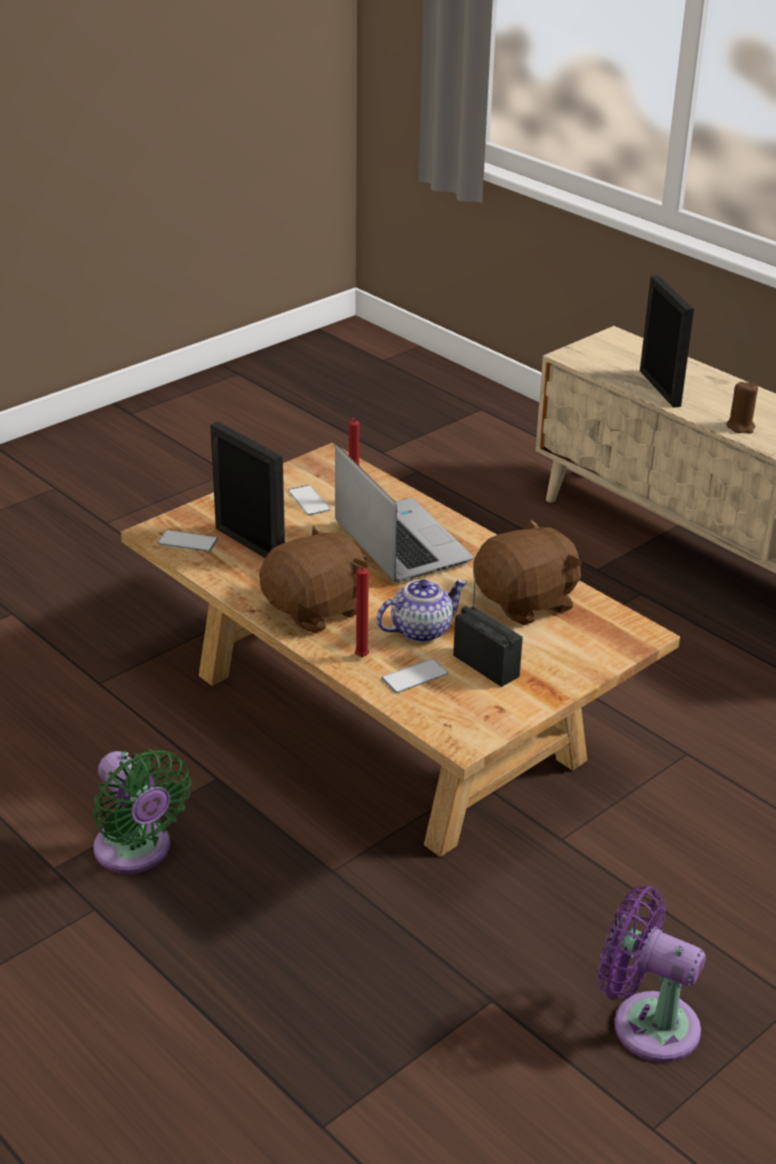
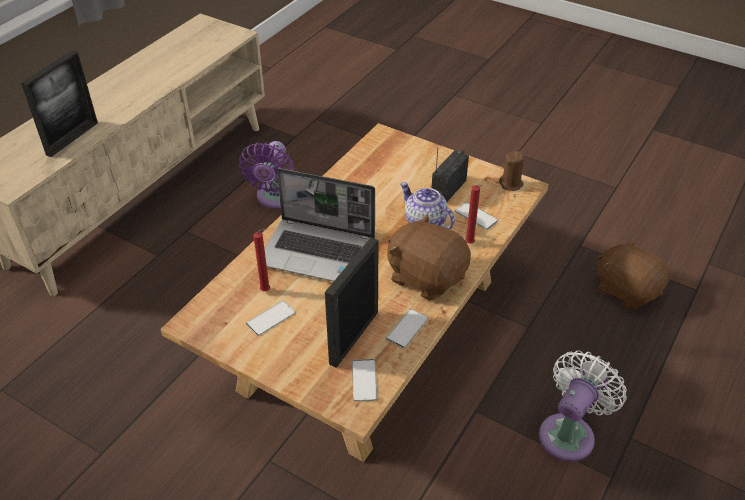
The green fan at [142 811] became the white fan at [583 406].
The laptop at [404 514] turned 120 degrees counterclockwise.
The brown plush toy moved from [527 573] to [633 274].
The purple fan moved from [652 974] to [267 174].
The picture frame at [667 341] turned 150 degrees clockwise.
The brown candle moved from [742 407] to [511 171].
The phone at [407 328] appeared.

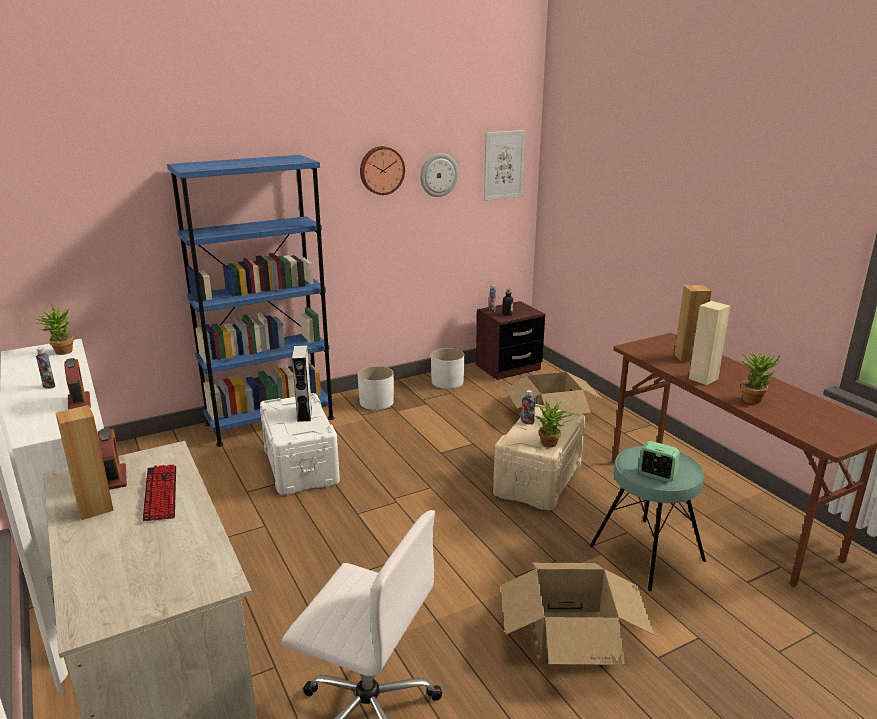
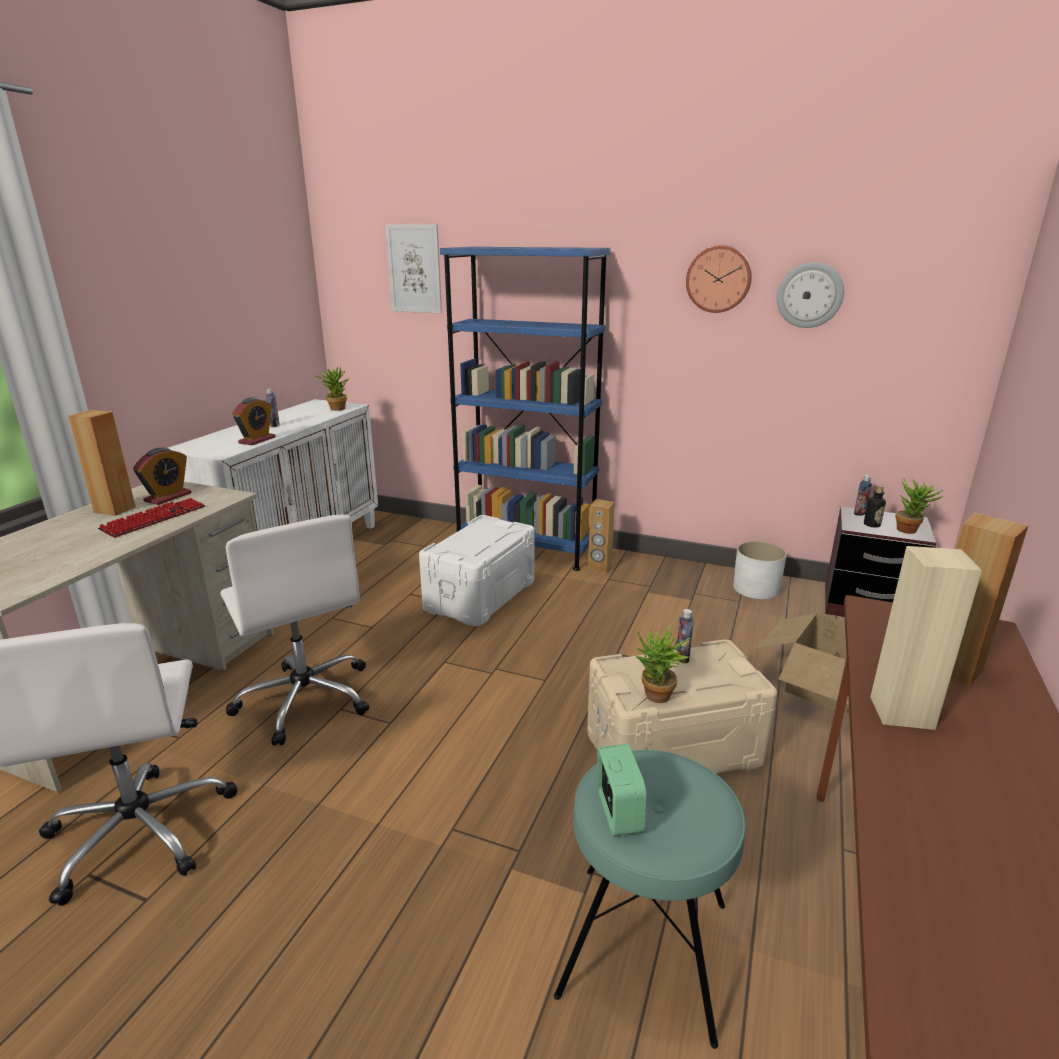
The grey speaker at [302 383] disappeared.
The white planter at [376 388] disappeared.
The picture moved from [504 165] to [414 268].
The cardboard box at [578 614] disappeared.
The potted plant moved from [759 378] to [919 506].
The white office chair at [294 630] appeared.
The brown speaker at [601 536] appeared.

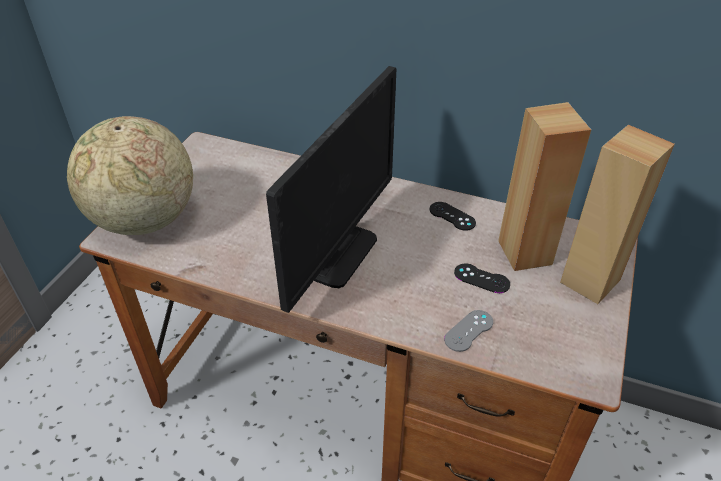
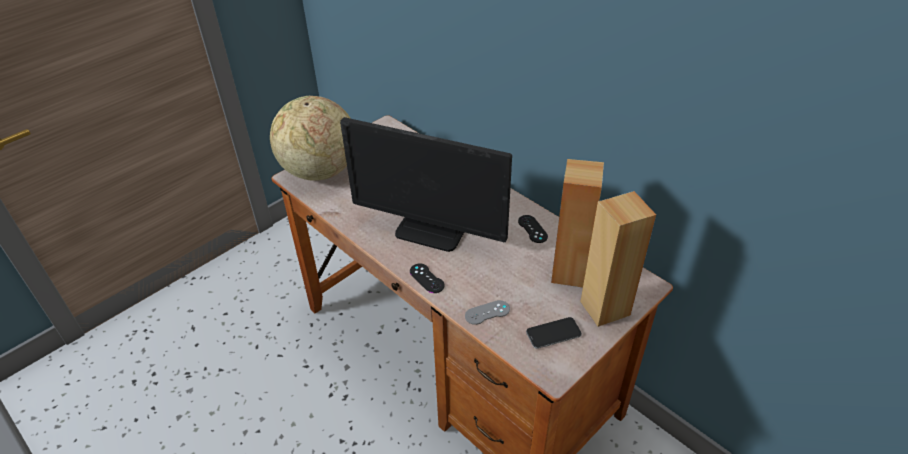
The monitor at [331 189] turned 60 degrees clockwise.
The black game controller moved from [482 278] to [427 278].
The phone at [554 333] appeared.

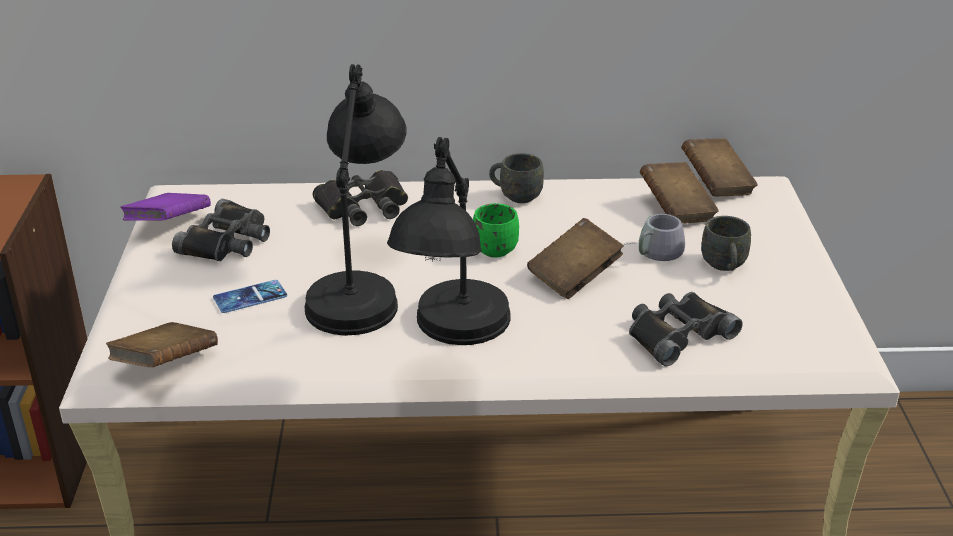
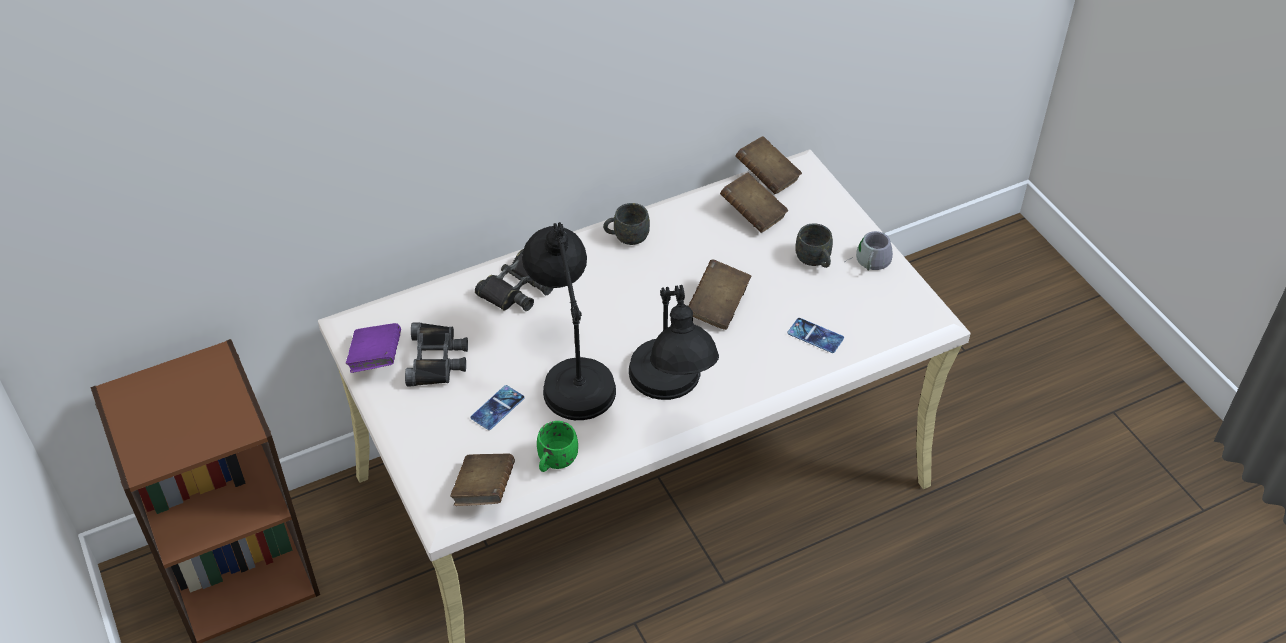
The green mug moved from [496 230] to [557 446].
The grey mug moved from [653 237] to [869 251].
The black binoculars at [685 329] was replaced by the phone at [816 335].

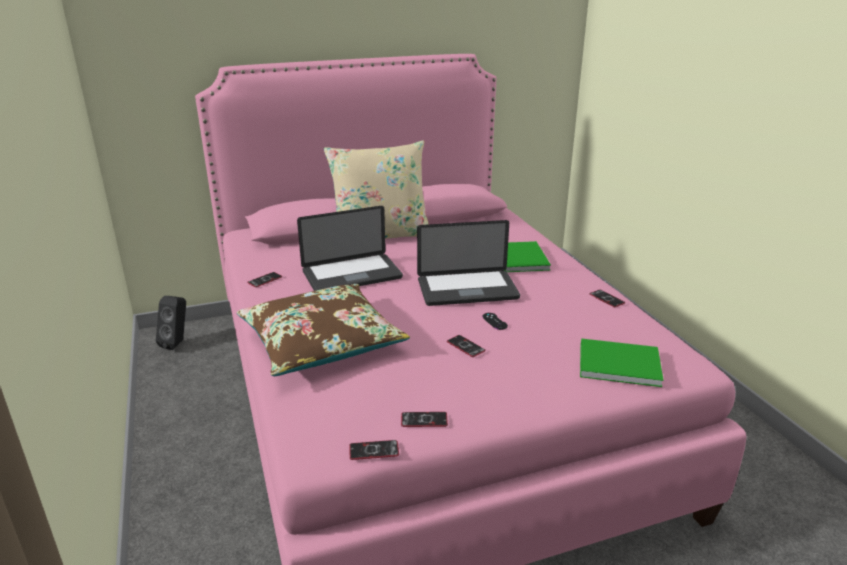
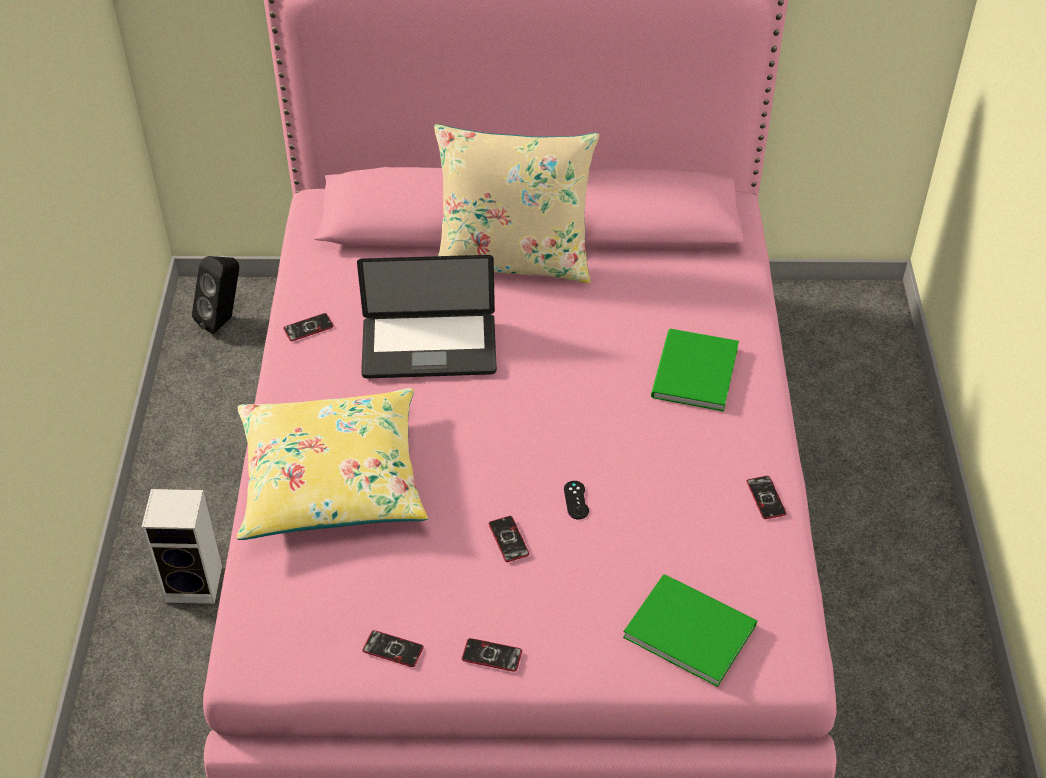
The brown pillow at [323 330] became the yellow pillow at [332 464].
The phone moved from [374 450] to [492 655].
The laptop at [468 263] disappeared.
The speaker at [181 546] appeared.

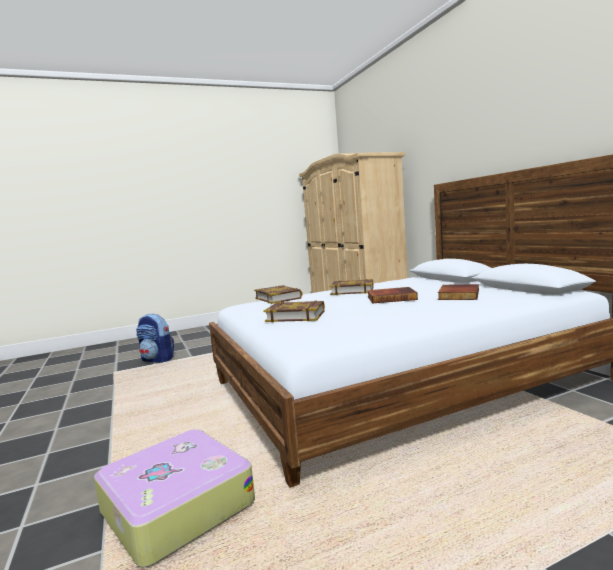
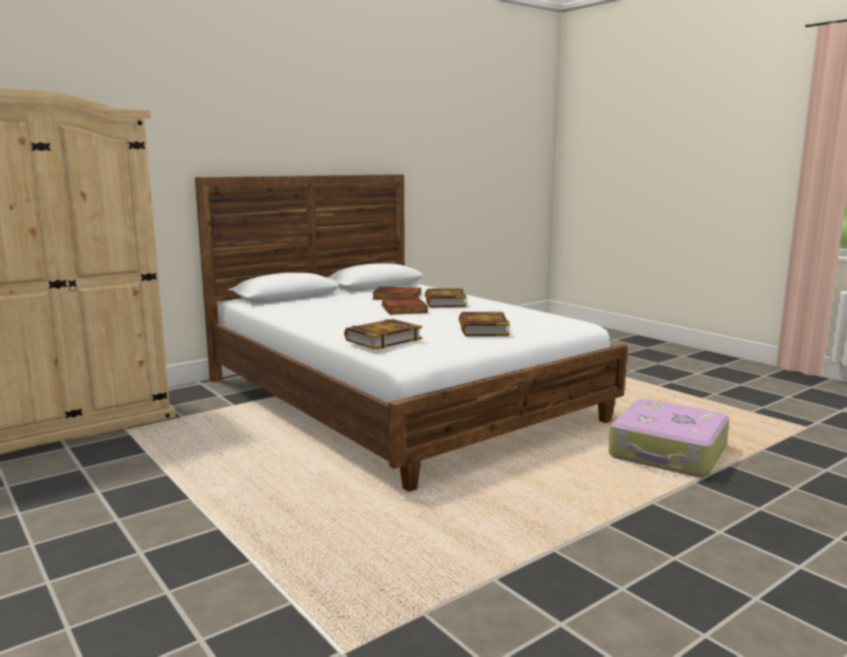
The backpack at [155 338] disappeared.
The book moved from [351 287] to [445 297].

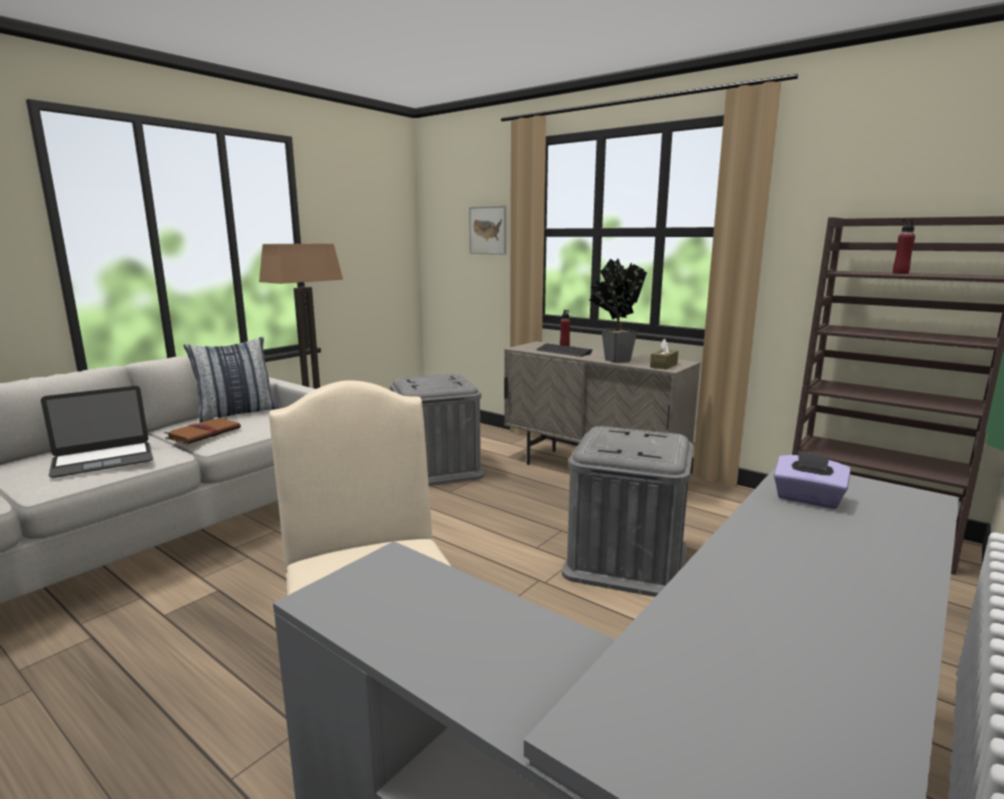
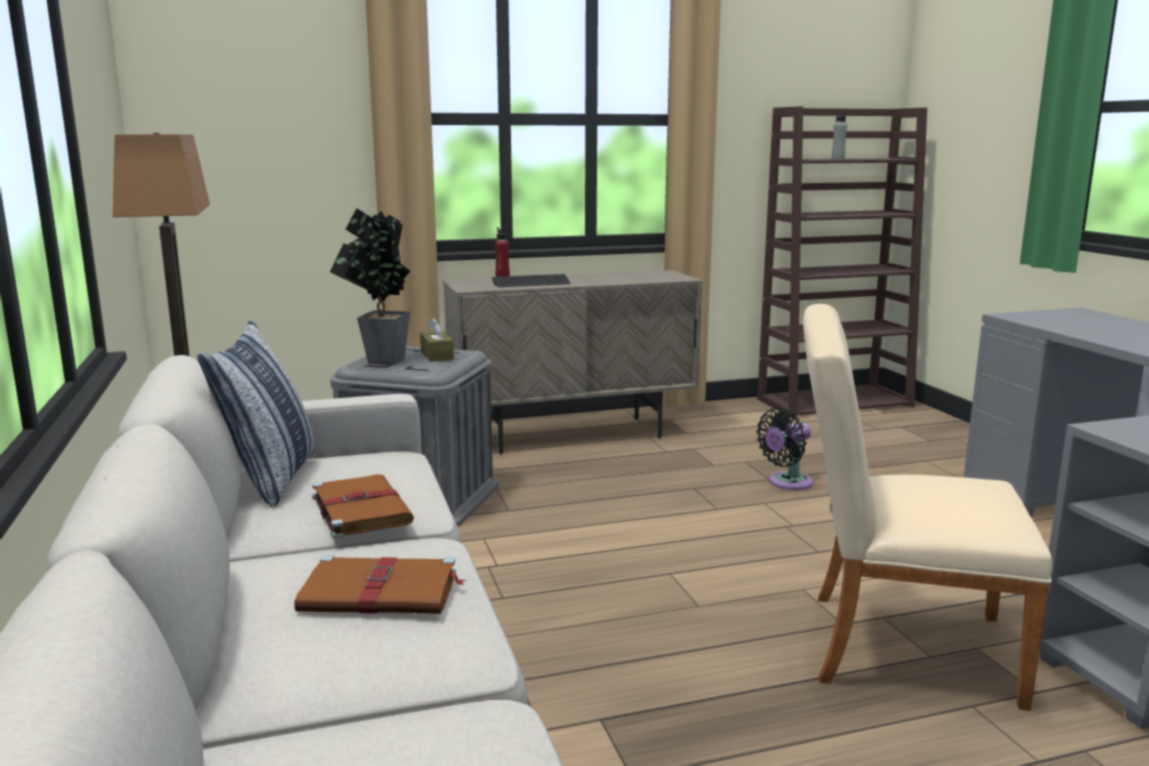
The laptop at [97 432] was replaced by the brown book at [380 584].
The picture at [487 229] disappeared.
The grey storage box at [627 511] was replaced by the black fan at [784 449].
The potted plant moved from [618 311] to [370 286].
The brown tissue box moved from [664 354] to [437 339].
The purple tissue box at [812 480] disappeared.
The red bottle at [903 246] became the grey bottle at [839 134].

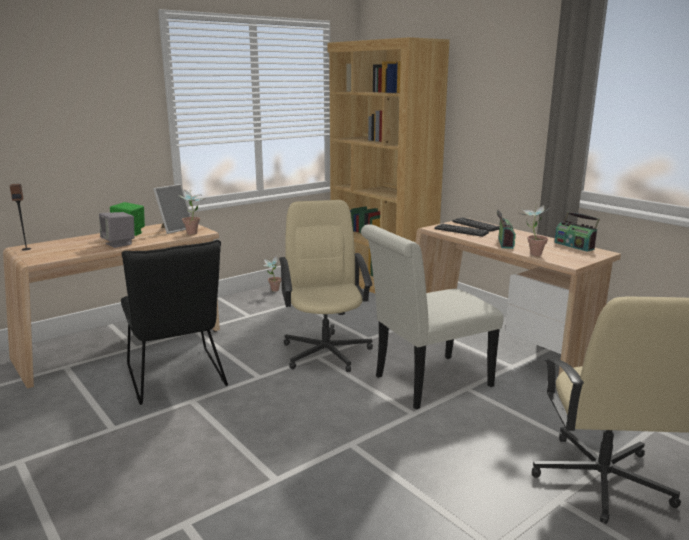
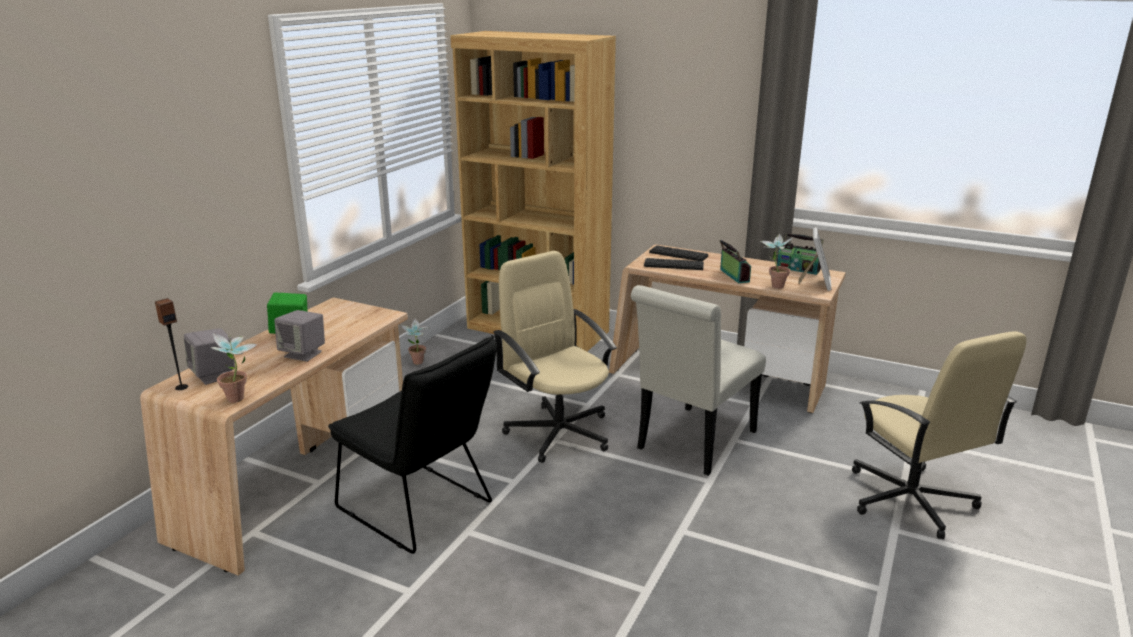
The picture frame moved from [172 209] to [815 259].
The potted plant moved from [191 212] to [234 368].
The grey speaker at [209 356] appeared.

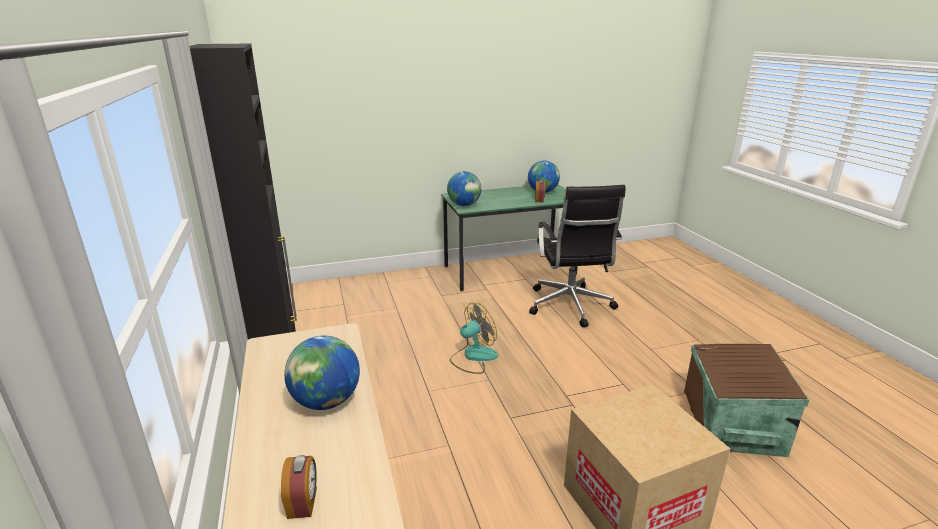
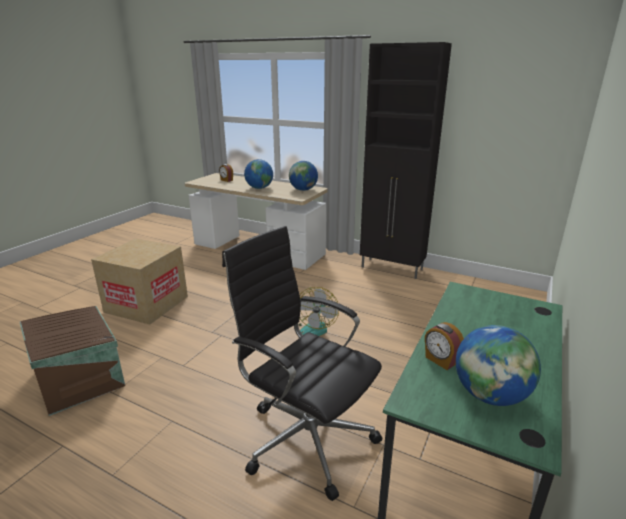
The globe moved from [464 188] to [303 176].

